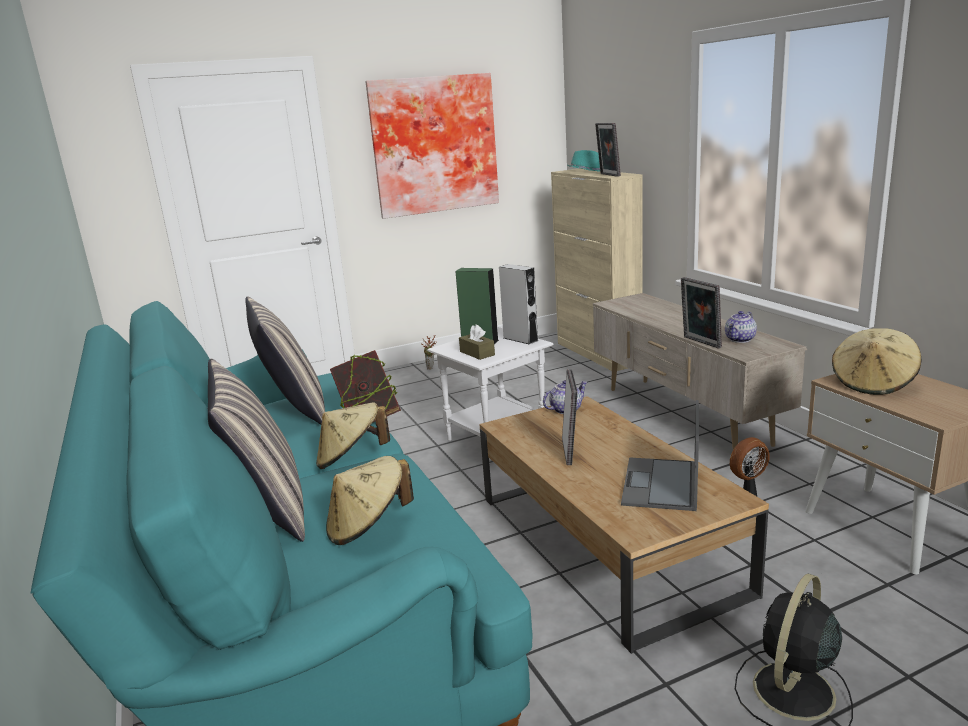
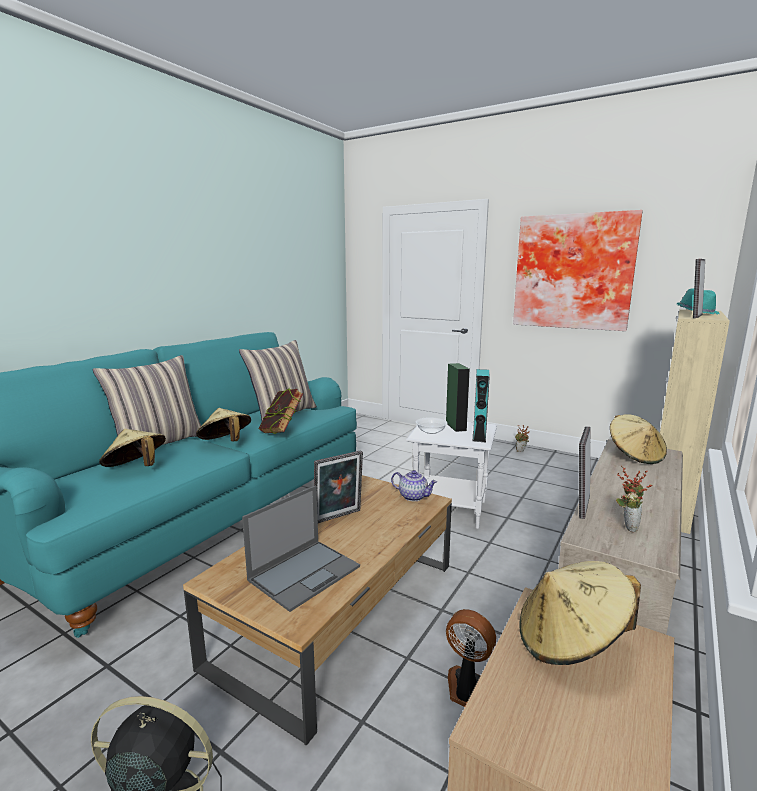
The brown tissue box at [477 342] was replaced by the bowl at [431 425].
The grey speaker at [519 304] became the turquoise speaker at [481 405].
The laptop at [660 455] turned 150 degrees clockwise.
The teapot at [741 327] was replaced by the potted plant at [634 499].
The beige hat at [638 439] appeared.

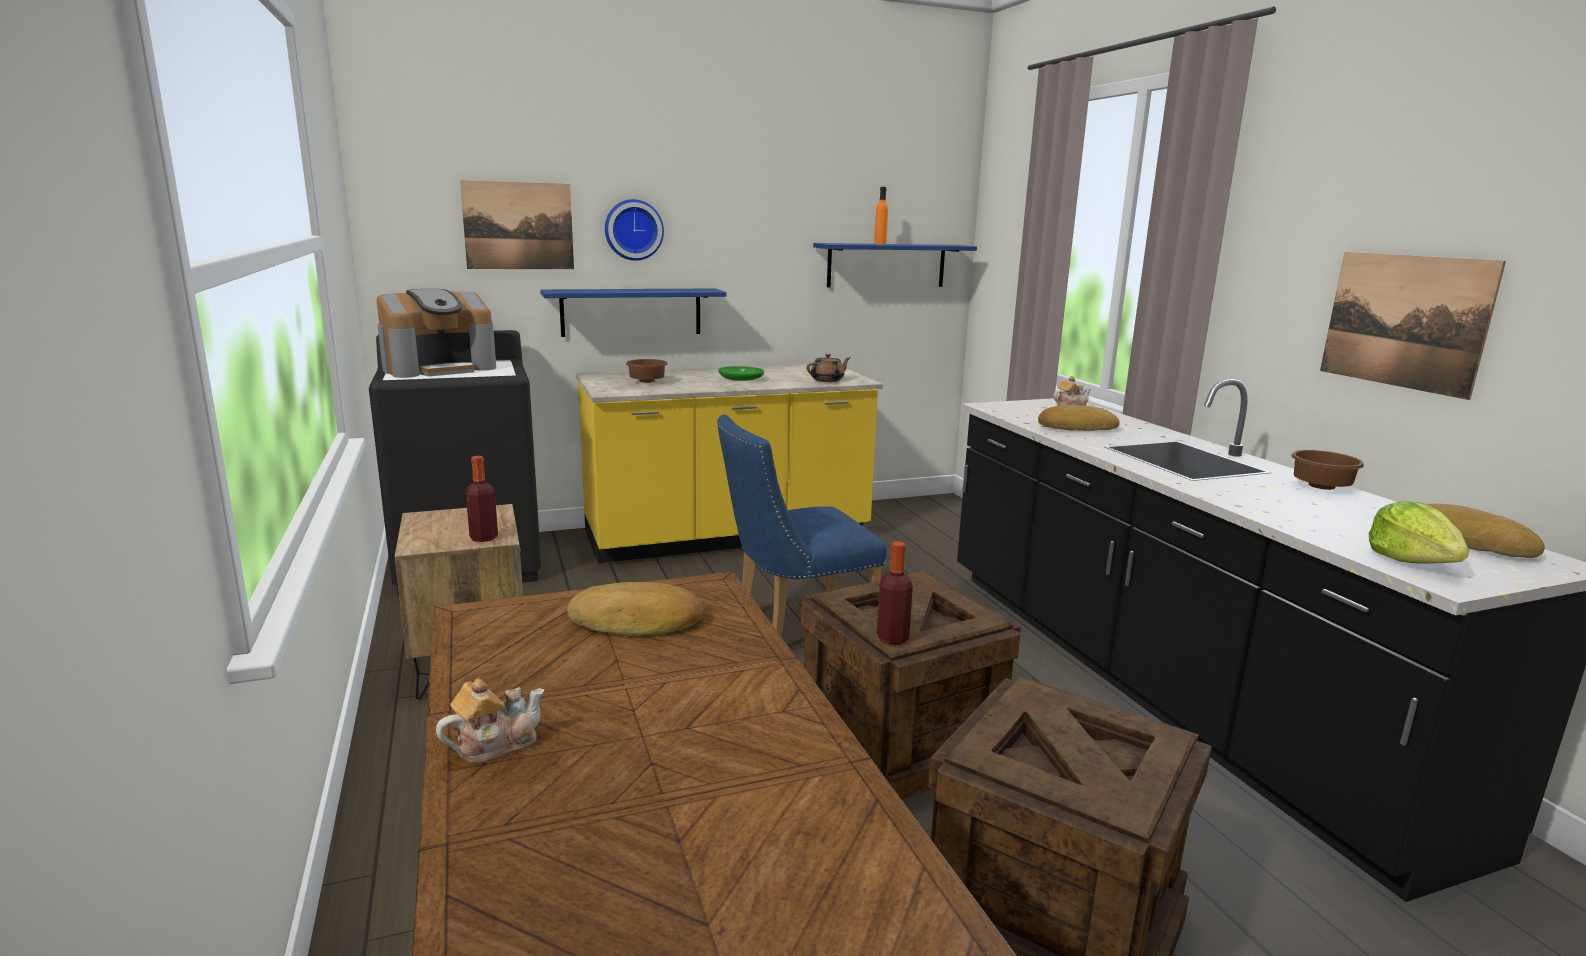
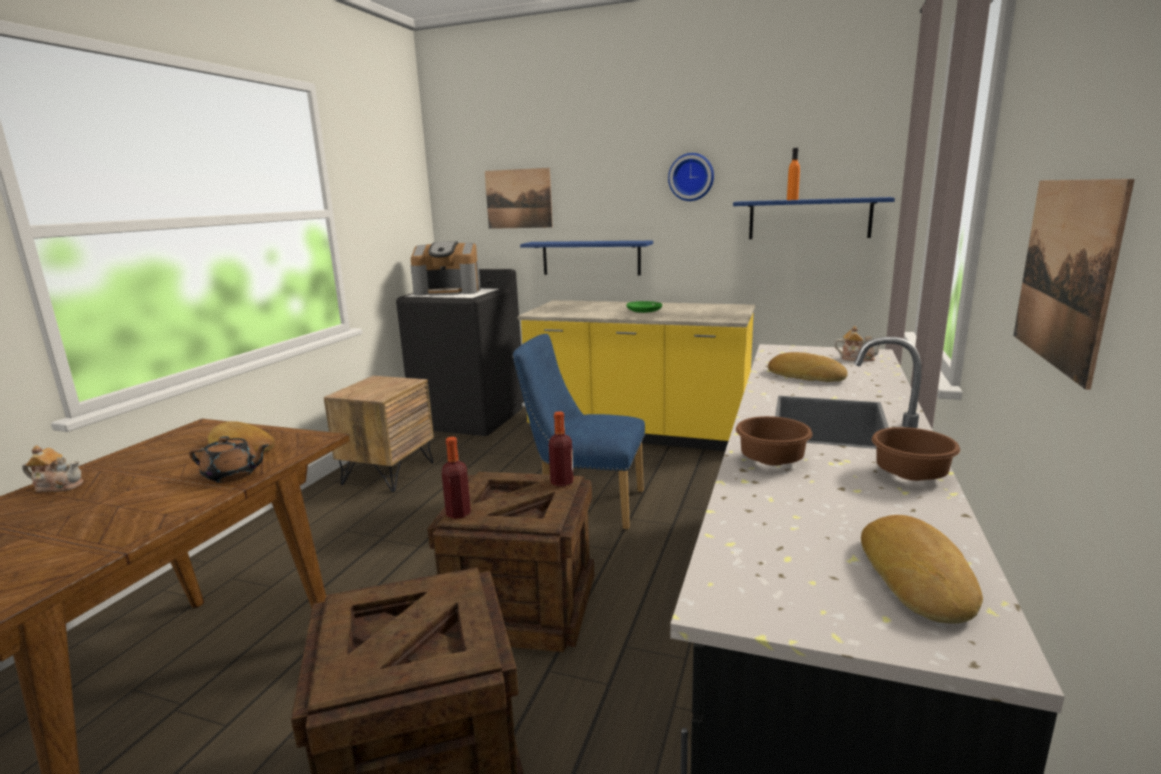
The bottle moved from [482 499] to [561 449].
The wall clock moved from [634 230] to [691 177].
The brown bowl moved from [646 371] to [774 441].
The brown teapot moved from [828 368] to [229 459].
The lettuce at [1419 532] disappeared.

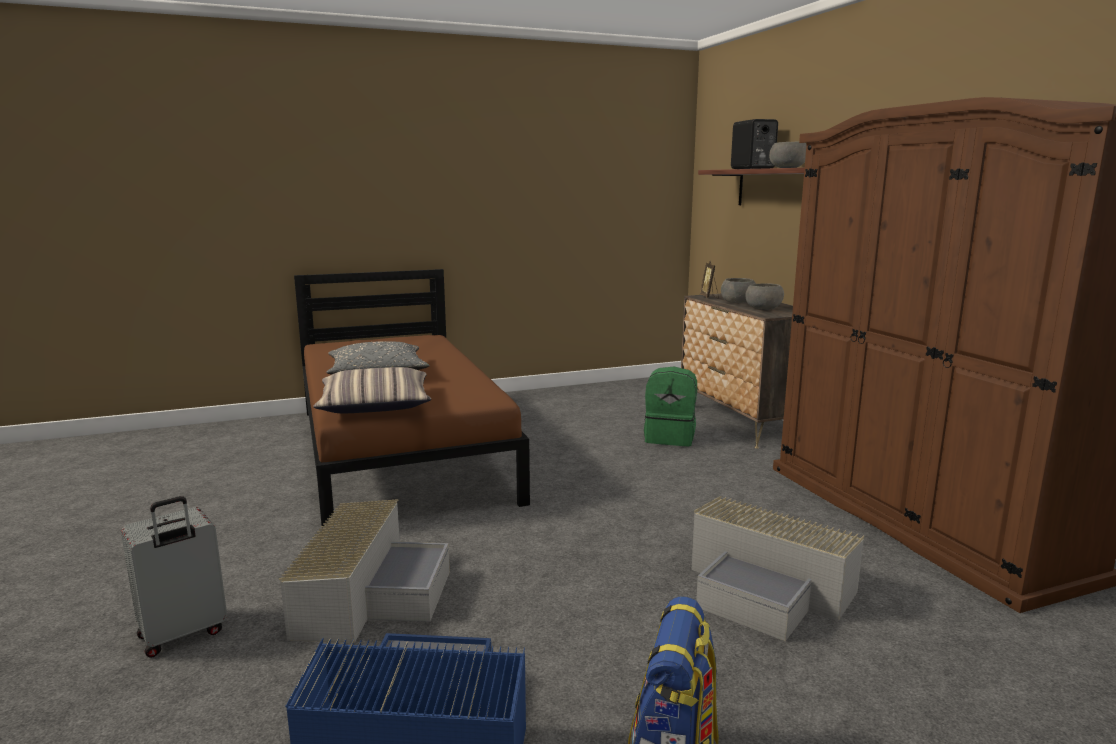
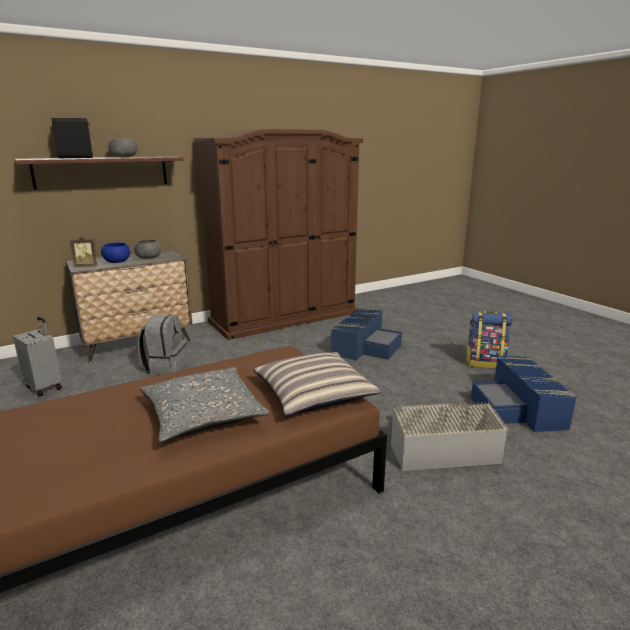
The grey suitcase moved from [174 577] to [37 356].
The green backpack at [670 406] became the grey backpack at [162 345].
The grey storage box at [778 568] became the blue storage box at [366 335].
The grey bowl at [738 290] became the blue bowl at [115 253].

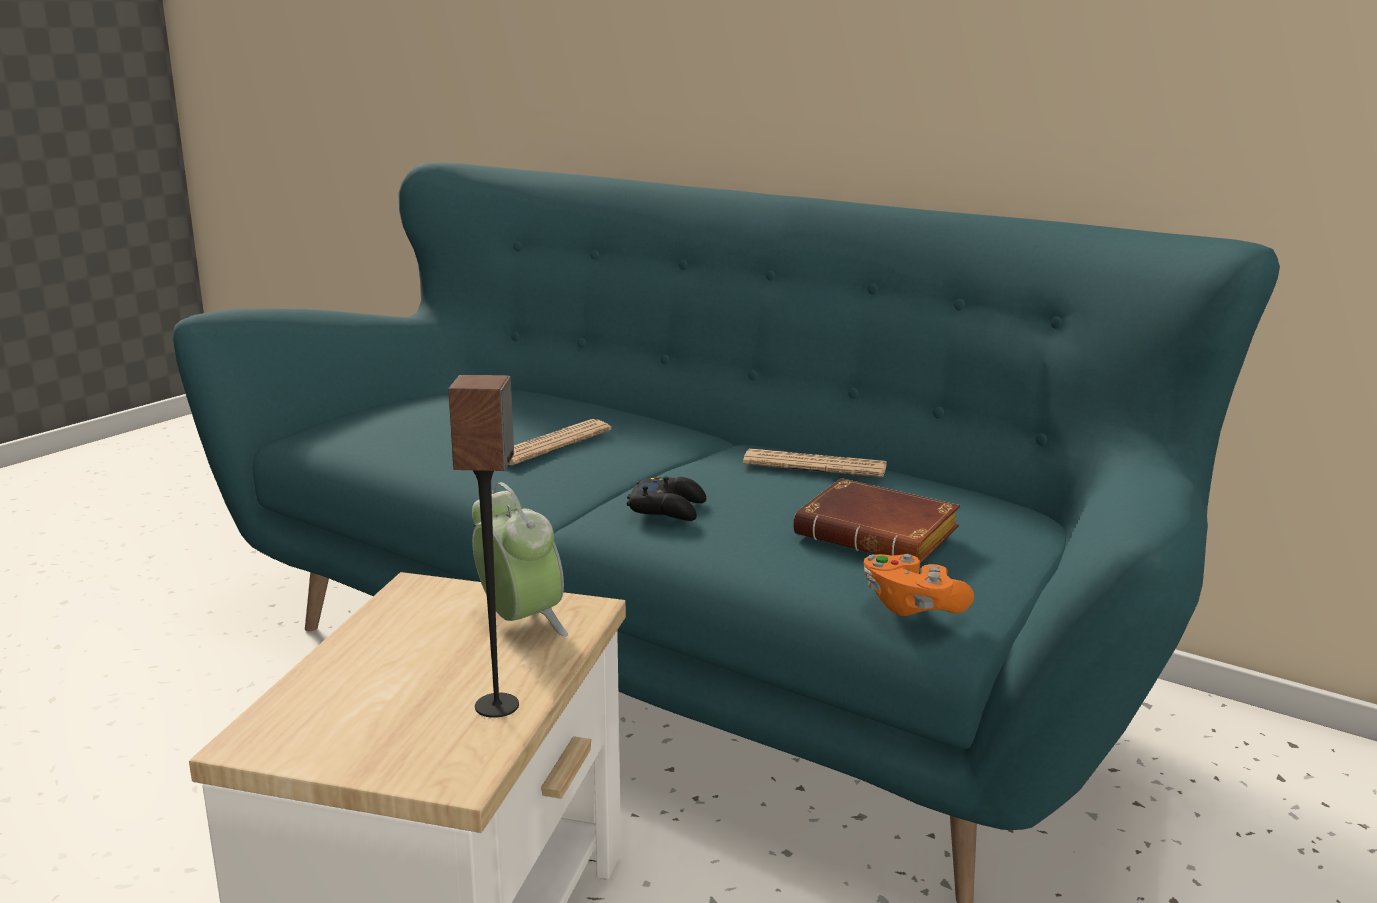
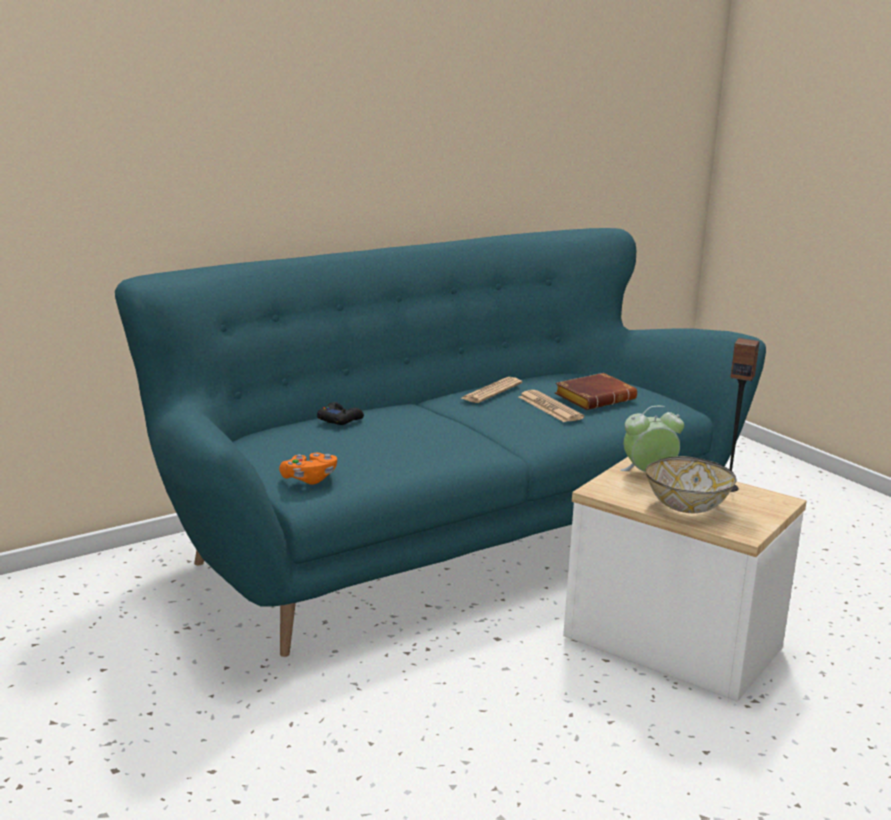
The newspaper moved from [560 442] to [551 406].
The black game controller moved from [666 499] to [340 413].
The orange game controller moved from [919 585] to [308 469].
The bowl at [691 484] appeared.

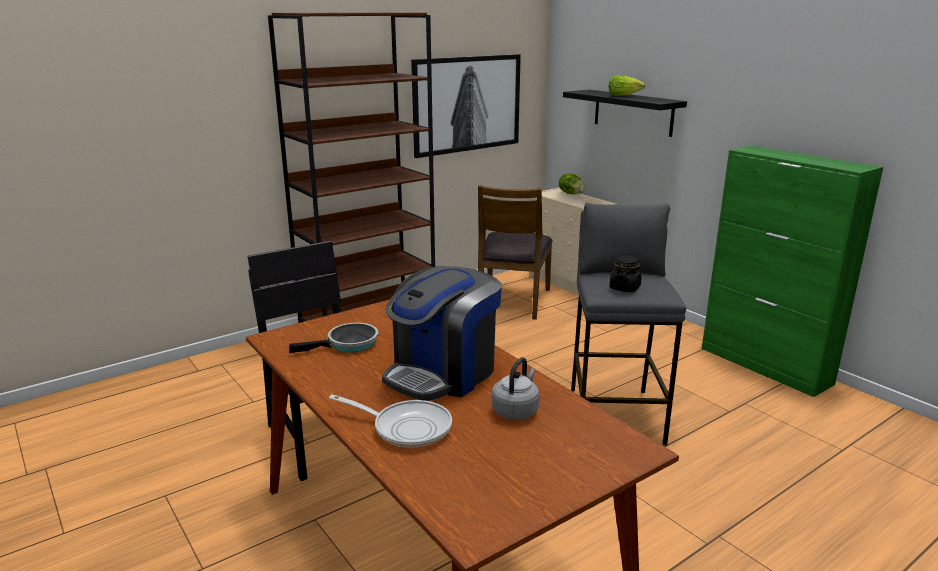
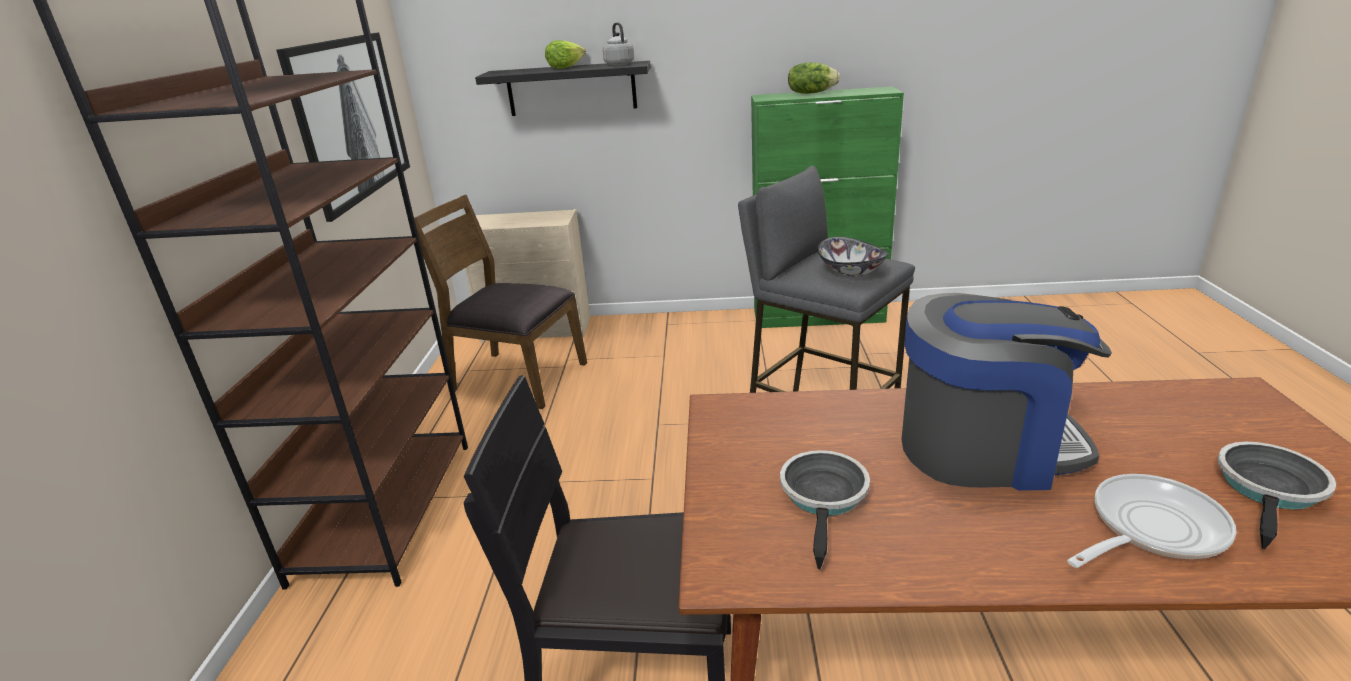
The coffee machine at [442 333] turned 75 degrees counterclockwise.
The brown chair at [515 252] turned 150 degrees clockwise.
The grey kettle moved from [515 388] to [618 44].
The lettuce moved from [572 183] to [814 78].
The black jar at [625 274] was replaced by the bowl at [853 257].
The frying pan at [1277 495] appeared.

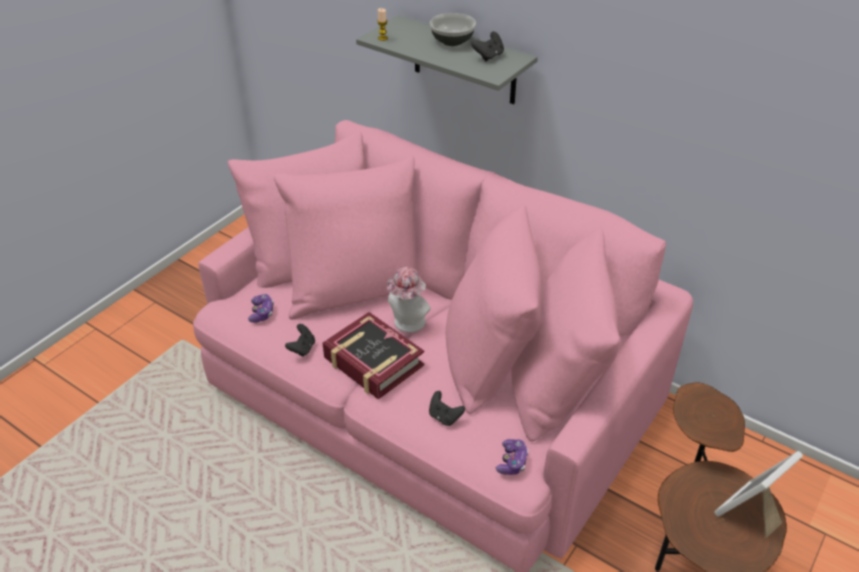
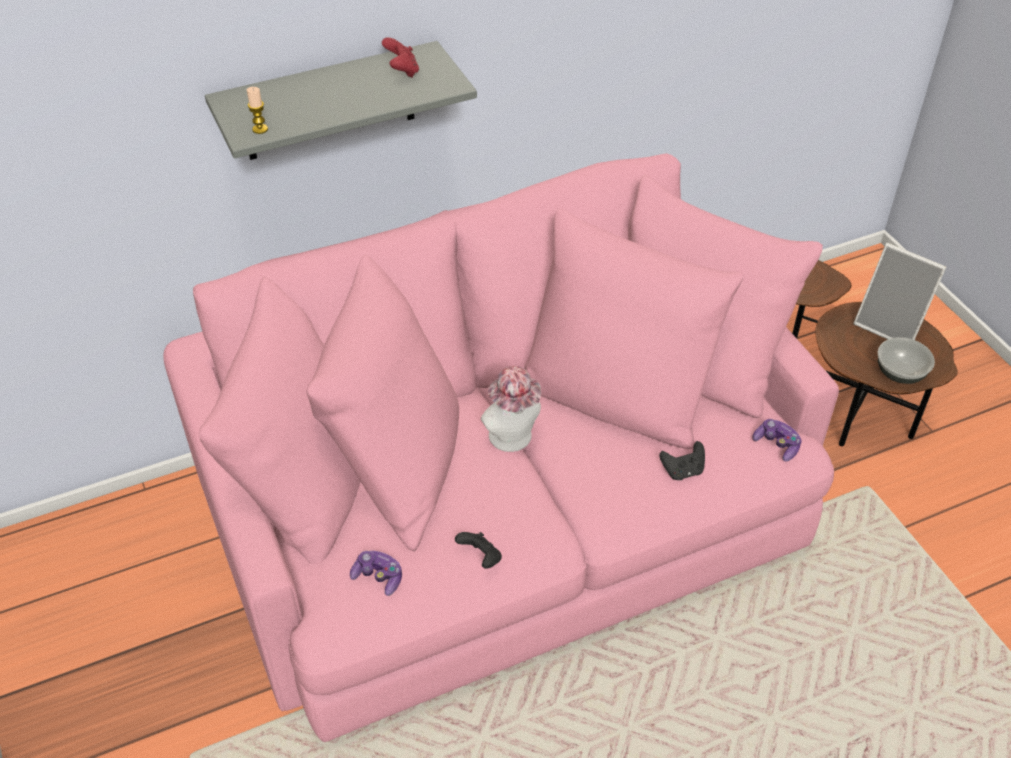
The book at [373 355] disappeared.
The bowl moved from [453 29] to [906 360].
The black game controller at [487 46] became the red game controller at [400 57].
The picture frame at [758 494] turned 45 degrees counterclockwise.

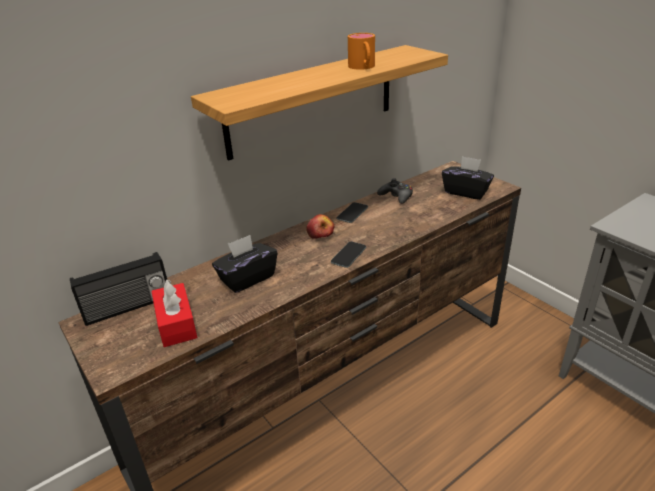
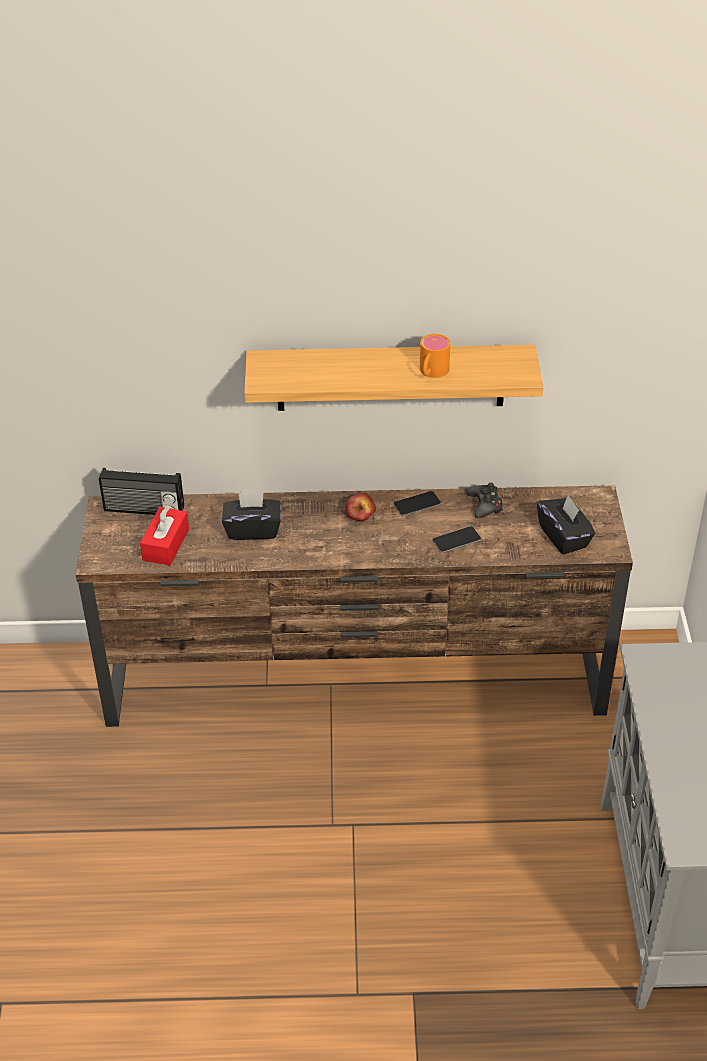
The phone moved from [348 255] to [457 539].

